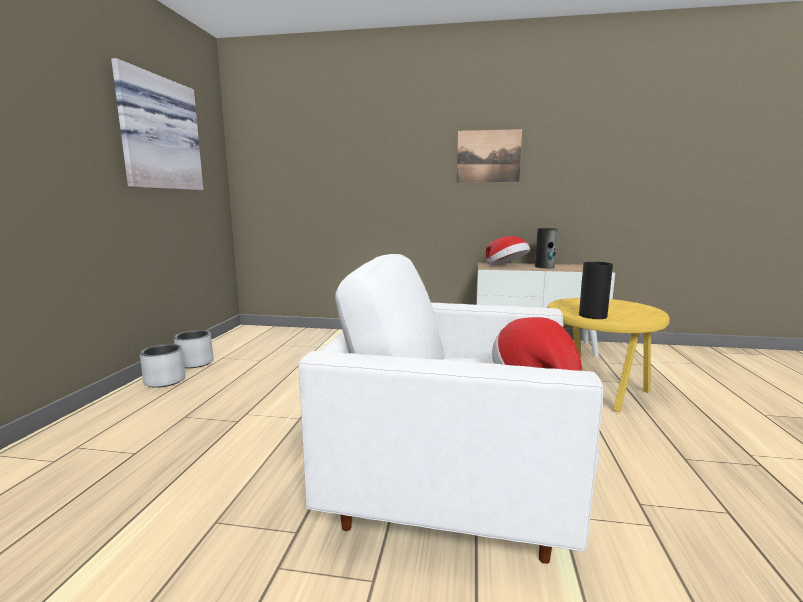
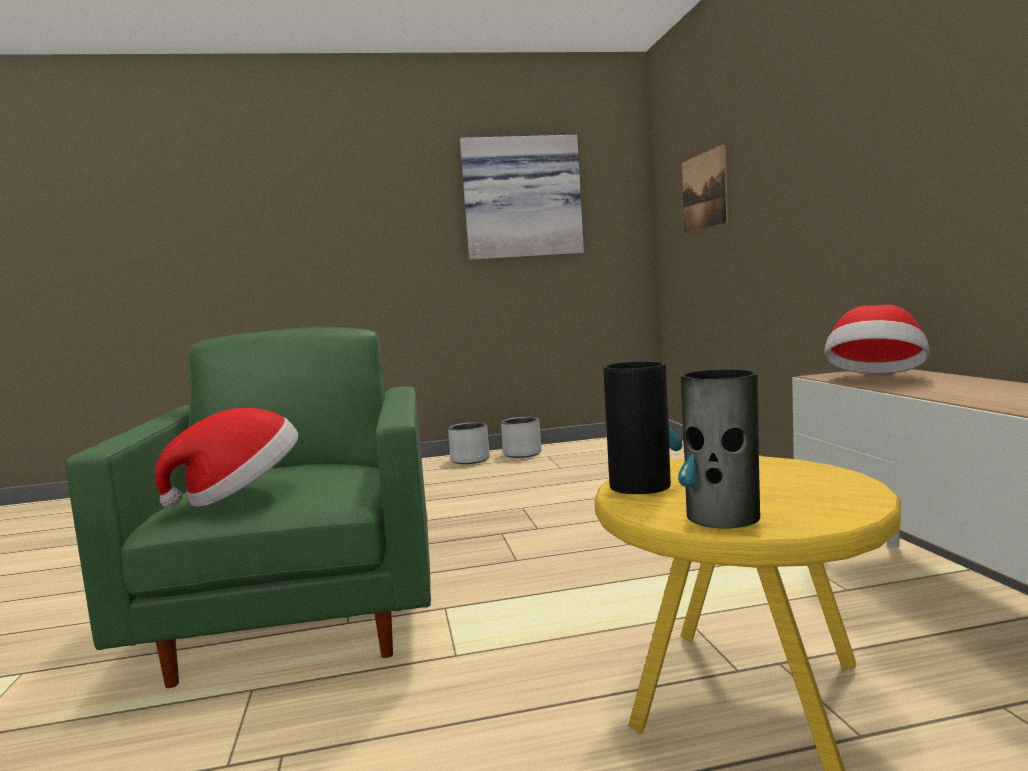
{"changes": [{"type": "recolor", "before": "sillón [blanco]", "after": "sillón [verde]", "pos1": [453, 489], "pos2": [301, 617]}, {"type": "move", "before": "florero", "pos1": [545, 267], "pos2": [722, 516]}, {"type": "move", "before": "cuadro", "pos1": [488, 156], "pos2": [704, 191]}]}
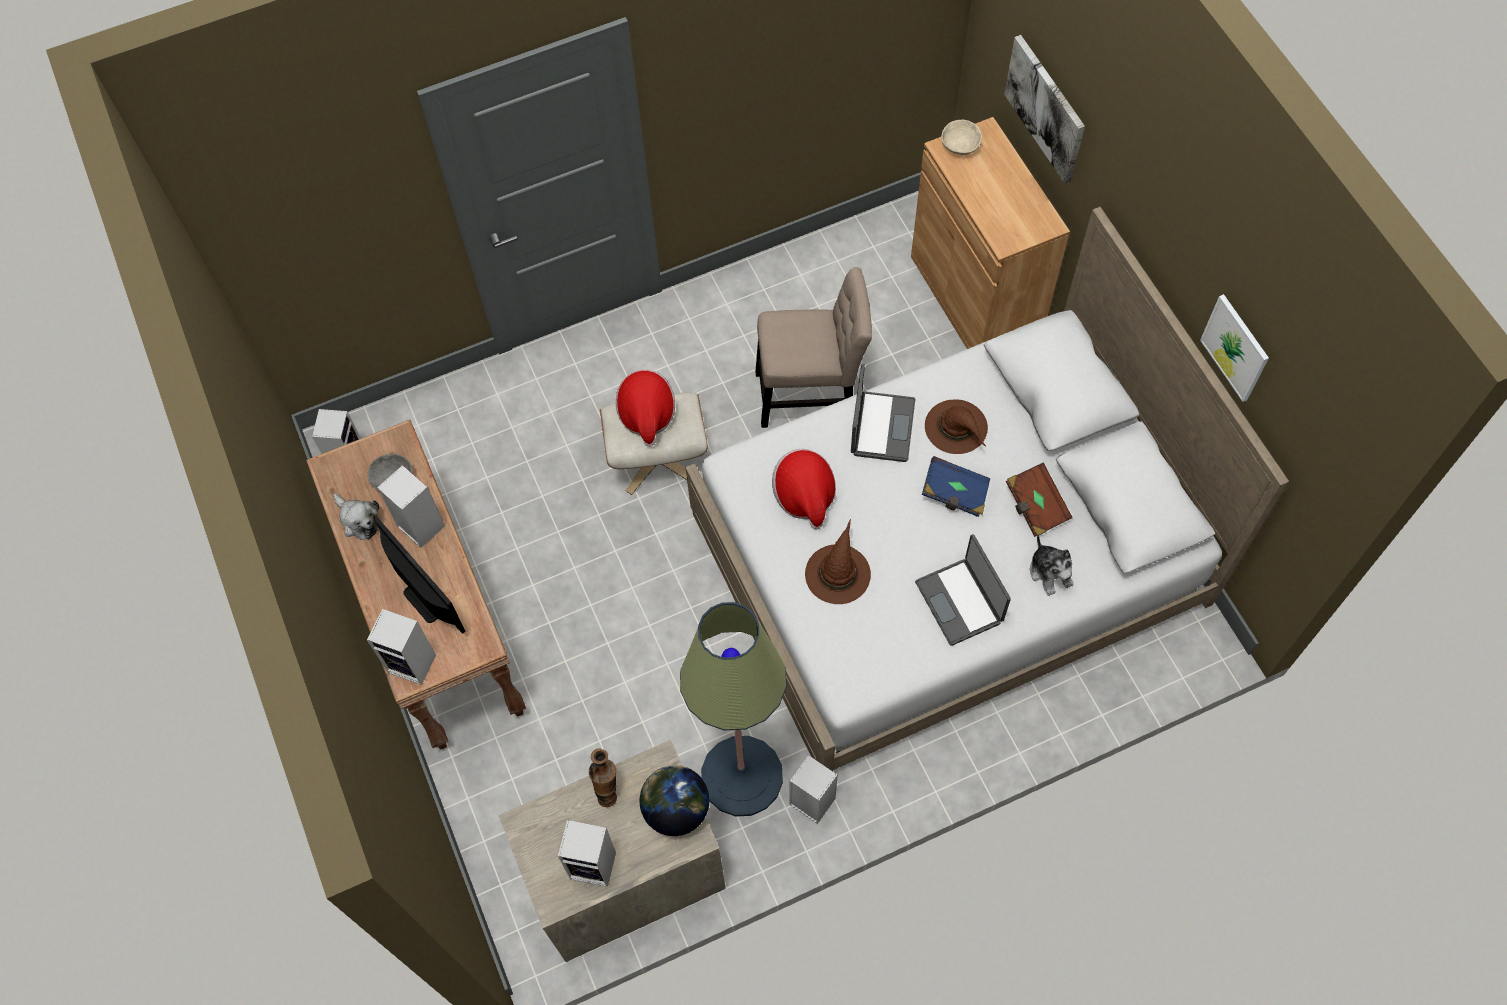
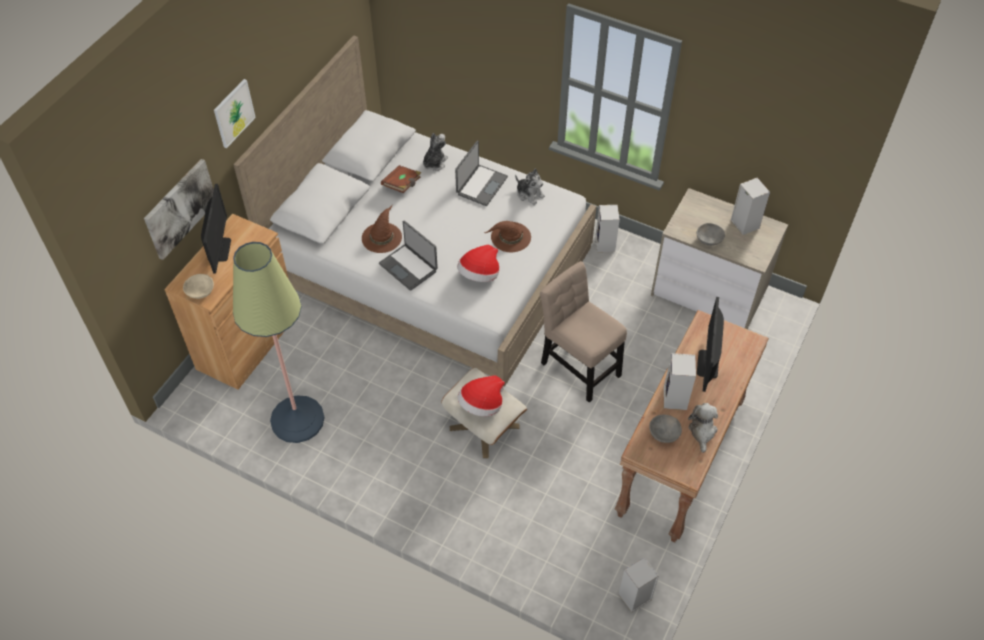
{"changes": [{"type": "insert", "after": "monitor", "pos2": [219, 249]}, {"type": "move", "before": "cuadro", "pos1": [1235, 347], "pos2": [233, 113]}, {"type": "move", "before": "lámpara de pie", "pos1": [742, 776], "pos2": [297, 419]}, {"type": "rotate", "before": "portátil", "pos1": [881, 427], "pos2": [409, 267], "turn": -105}, {"type": "insert", "after": "peluche", "pos2": [529, 194]}, {"type": "move", "before": "silla [beis]", "pos1": [811, 395], "pos2": [578, 366]}, {"type": "replace", "before": "florero", "after": "cuenco [gris]", "pos1": [608, 791], "pos2": [709, 240]}, {"type": "delete", "before": "altavoz", "pos1": [414, 663]}, {"type": "delete", "before": "globo terráqueo", "pos1": [676, 809]}, {"type": "delete", "before": "libro [azul]", "pos1": [954, 494]}]}
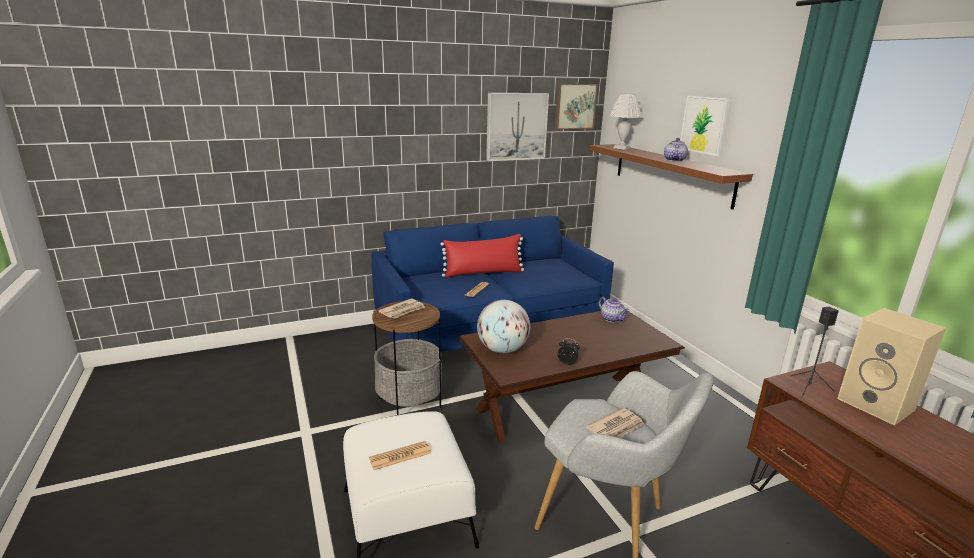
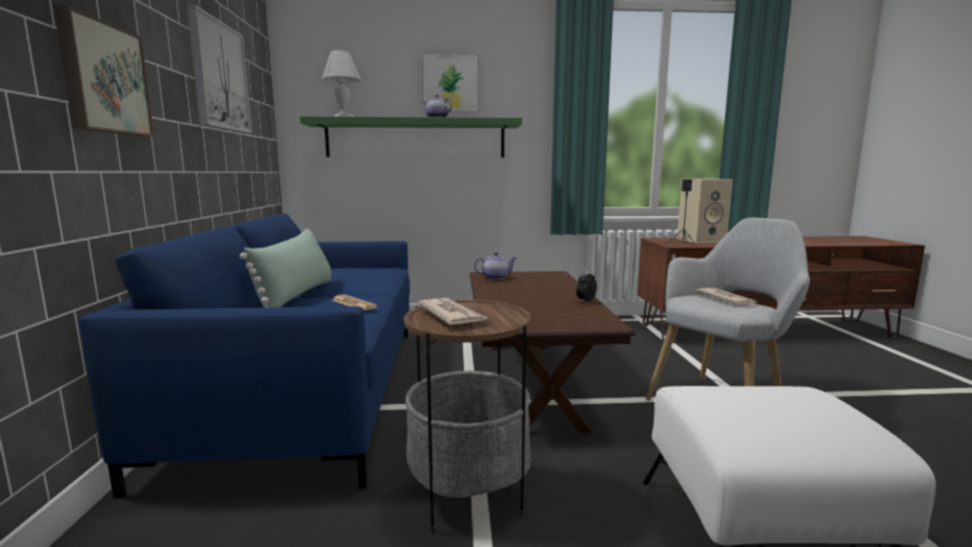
{"changes": [{"type": "move", "before": "cuadro", "pos1": [574, 106], "pos2": [103, 78]}, {"type": "recolor", "before": "cojín [rojo]", "after": "cojín [verde]", "pos1": [483, 273], "pos2": [296, 295]}, {"type": "recolor", "before": "estante [marrón]", "after": "estante [verde]", "pos1": [670, 173], "pos2": [415, 139]}, {"type": "delete", "before": "periódico", "pos1": [400, 456]}, {"type": "delete", "before": "globo terráqueo", "pos1": [502, 350]}]}
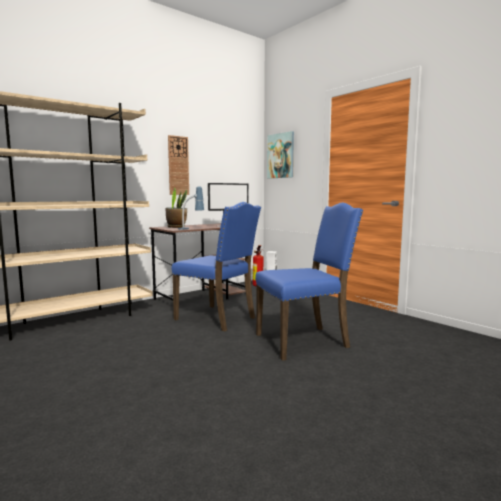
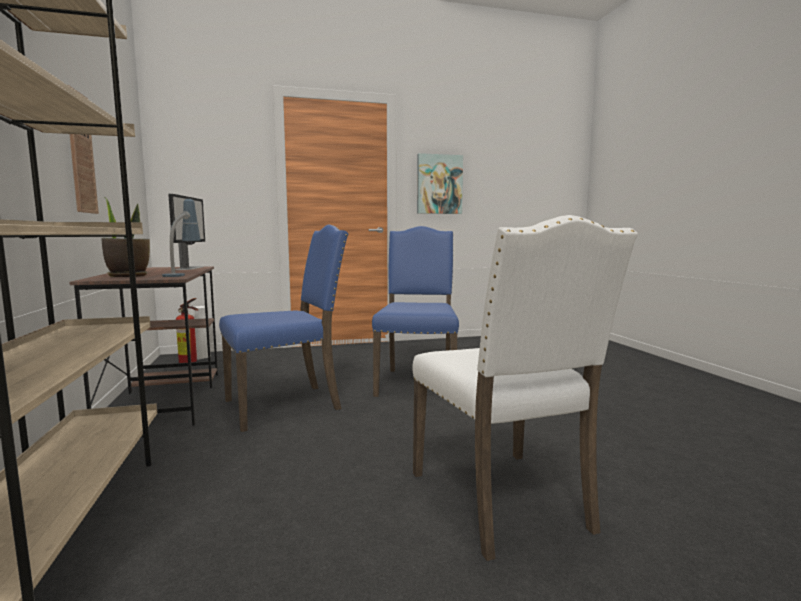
{"changes": [{"type": "insert", "after": "silla [blanco]", "pos2": [503, 501]}, {"type": "move", "before": "cuadro", "pos1": [281, 156], "pos2": [439, 184]}]}
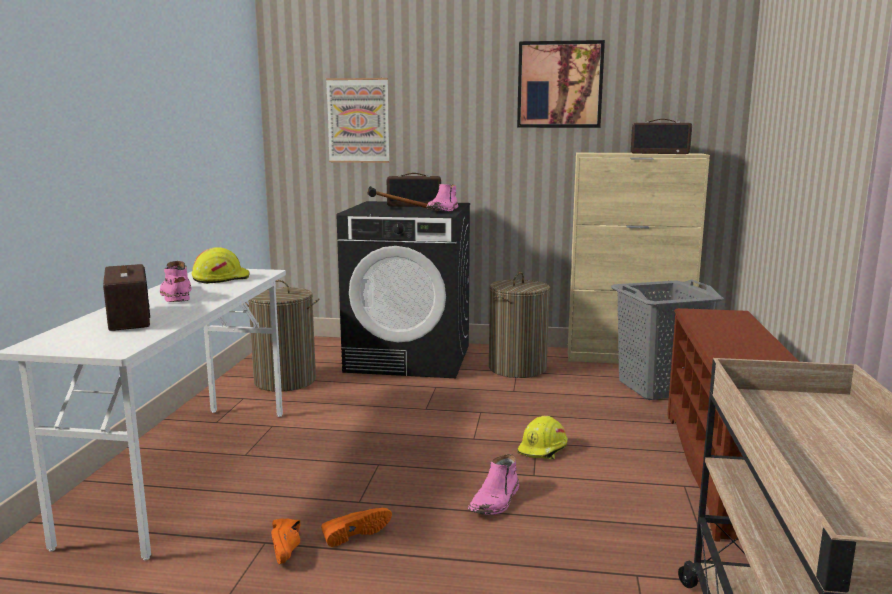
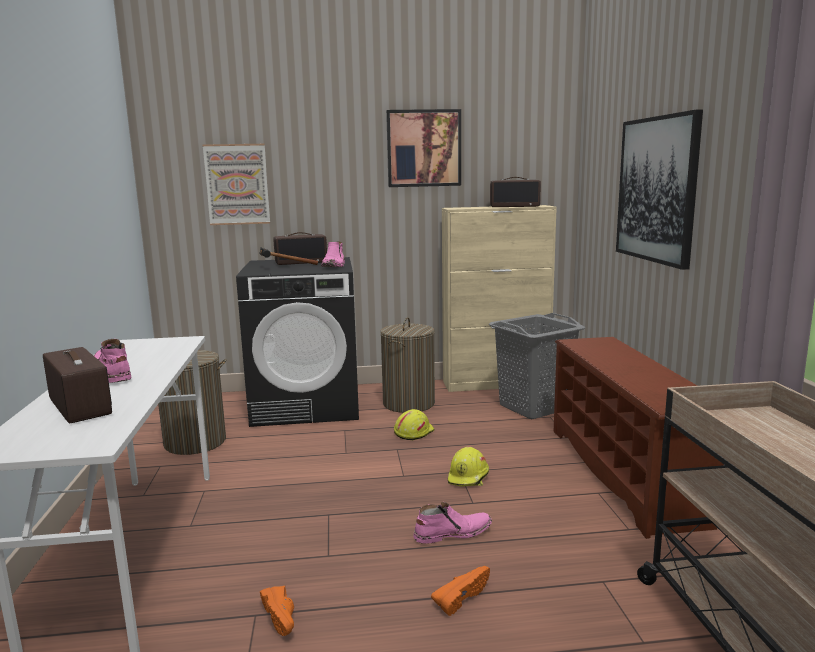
{"changes": [{"type": "move", "before": "casco [amarillo]", "pos1": [221, 278], "pos2": [413, 432]}, {"type": "rotate", "before": "bota [rosa]", "pos1": [495, 501], "pos2": [452, 533], "turn": -120}, {"type": "move", "before": "zapato [naranja]", "pos1": [354, 533], "pos2": [460, 596]}, {"type": "insert", "after": "cuadro", "pos2": [656, 189]}]}
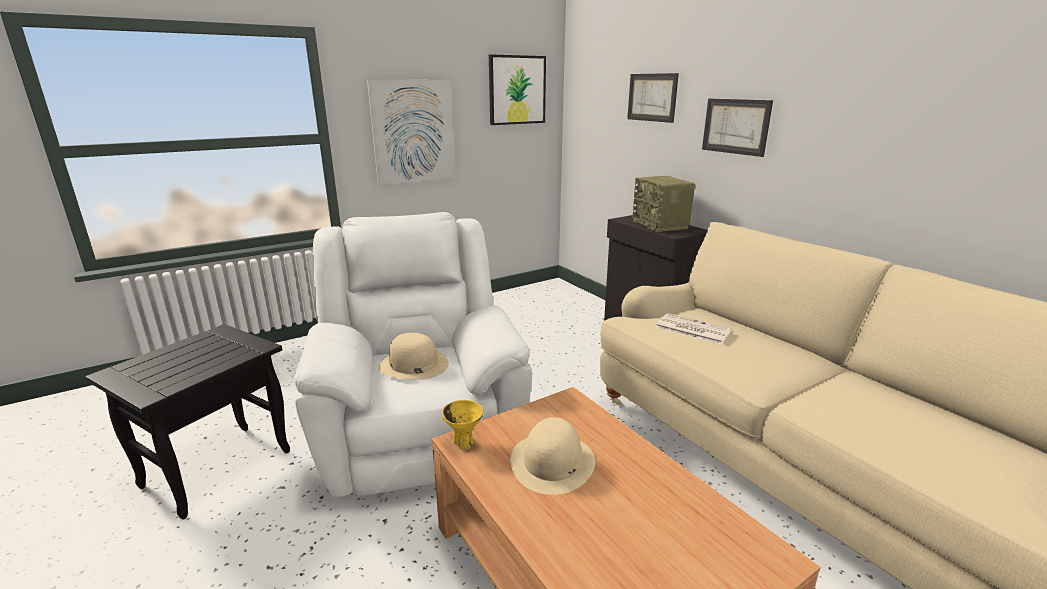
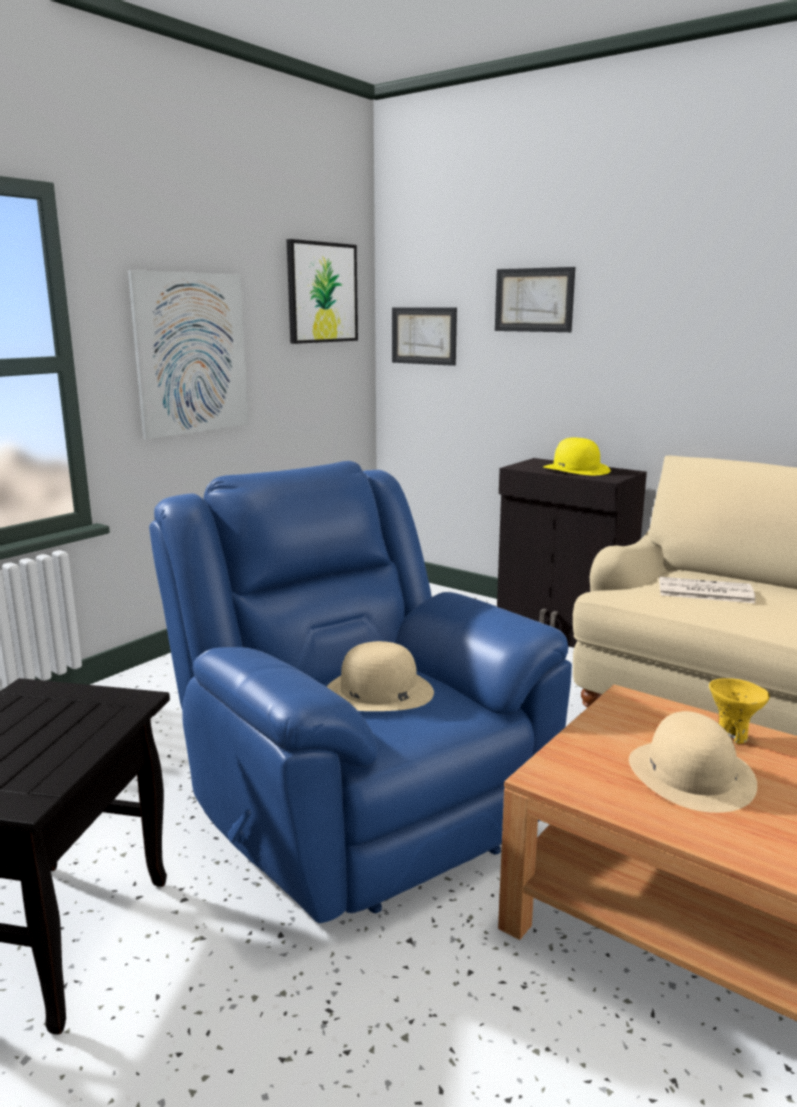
{"changes": [{"type": "recolor", "before": "sillón [blanco]", "after": "sillón [azul]", "pos1": [420, 432], "pos2": [357, 808]}, {"type": "move", "before": "cuadro", "pos1": [735, 126], "pos2": [424, 336]}, {"type": "replace", "before": "radio", "after": "sombrero [amarillo]", "pos1": [661, 225], "pos2": [576, 469]}, {"type": "move", "before": "cuenco [amarillo]", "pos1": [463, 443], "pos2": [731, 737]}]}
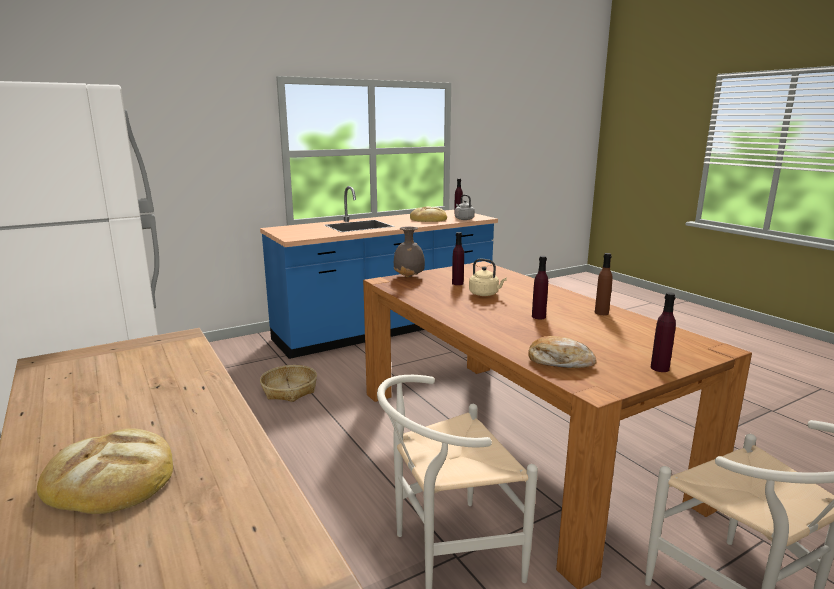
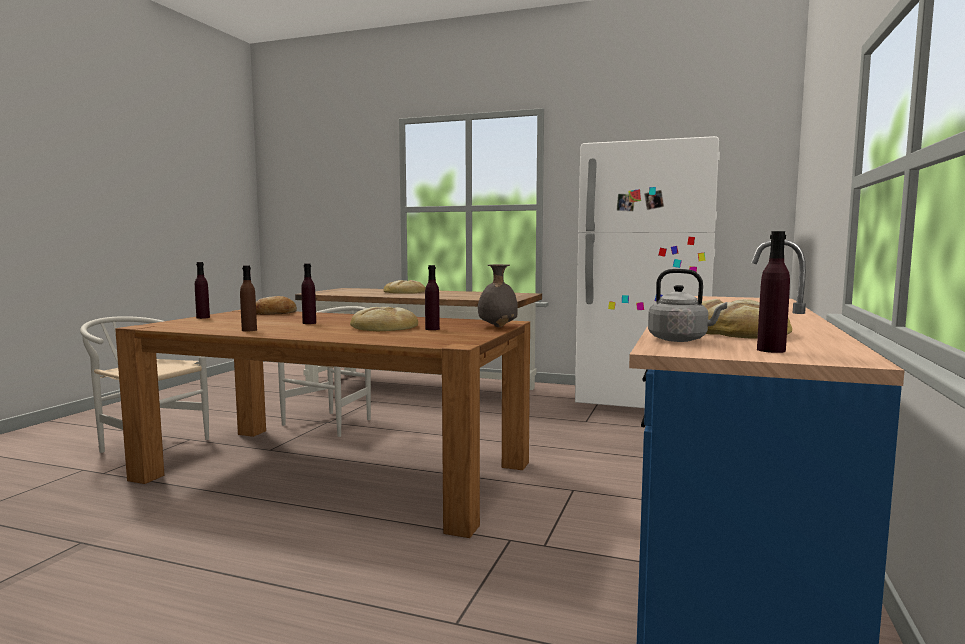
{"changes": [{"type": "replace", "before": "hervidor [beis]", "after": "pan", "pos1": [485, 294], "pos2": [384, 327]}, {"type": "delete", "before": "cesta", "pos1": [289, 390]}]}
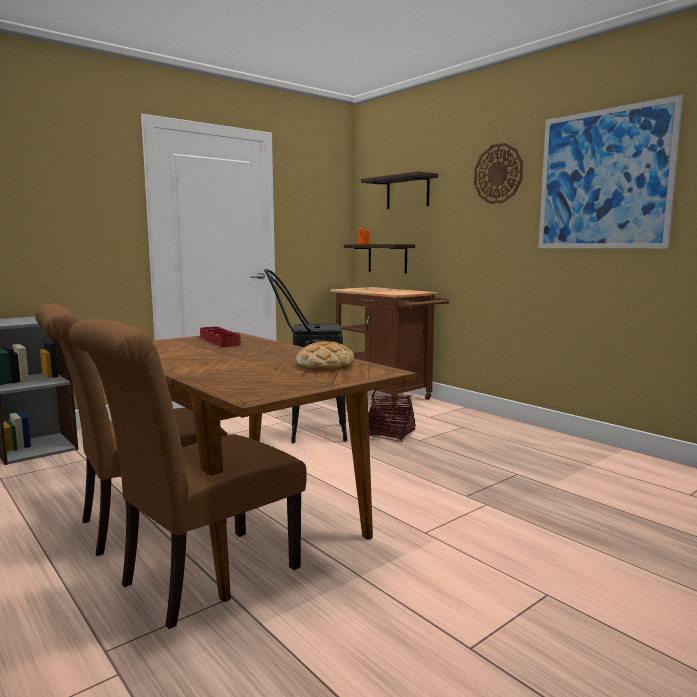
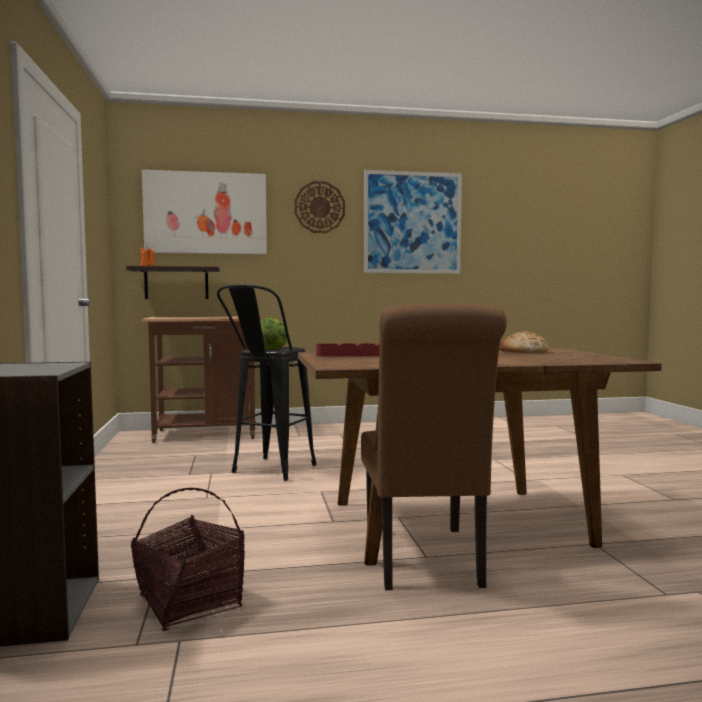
{"changes": [{"type": "move", "before": "cesta", "pos1": [390, 434], "pos2": [189, 603]}, {"type": "replace", "before": "estante", "after": "cuadro", "pos1": [407, 192], "pos2": [206, 213]}, {"type": "insert", "after": "lechuga", "pos2": [272, 349]}, {"type": "delete", "before": "silla [marrón]", "pos1": [201, 579]}]}
